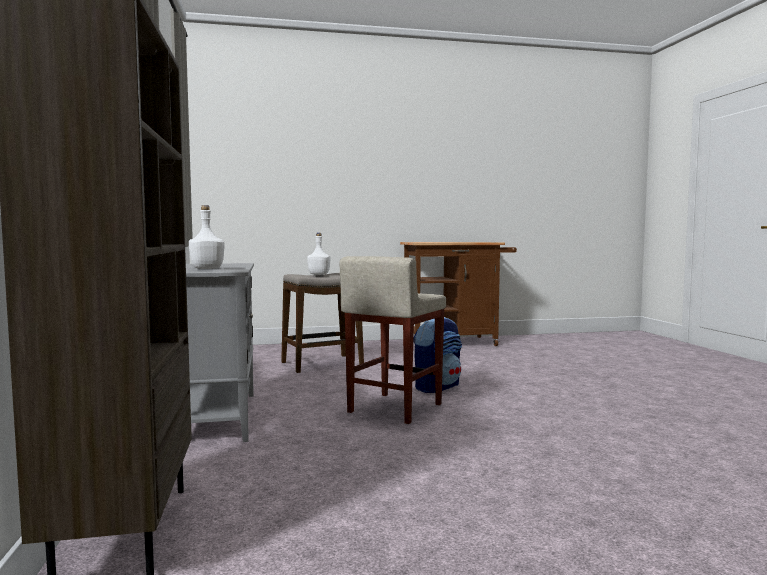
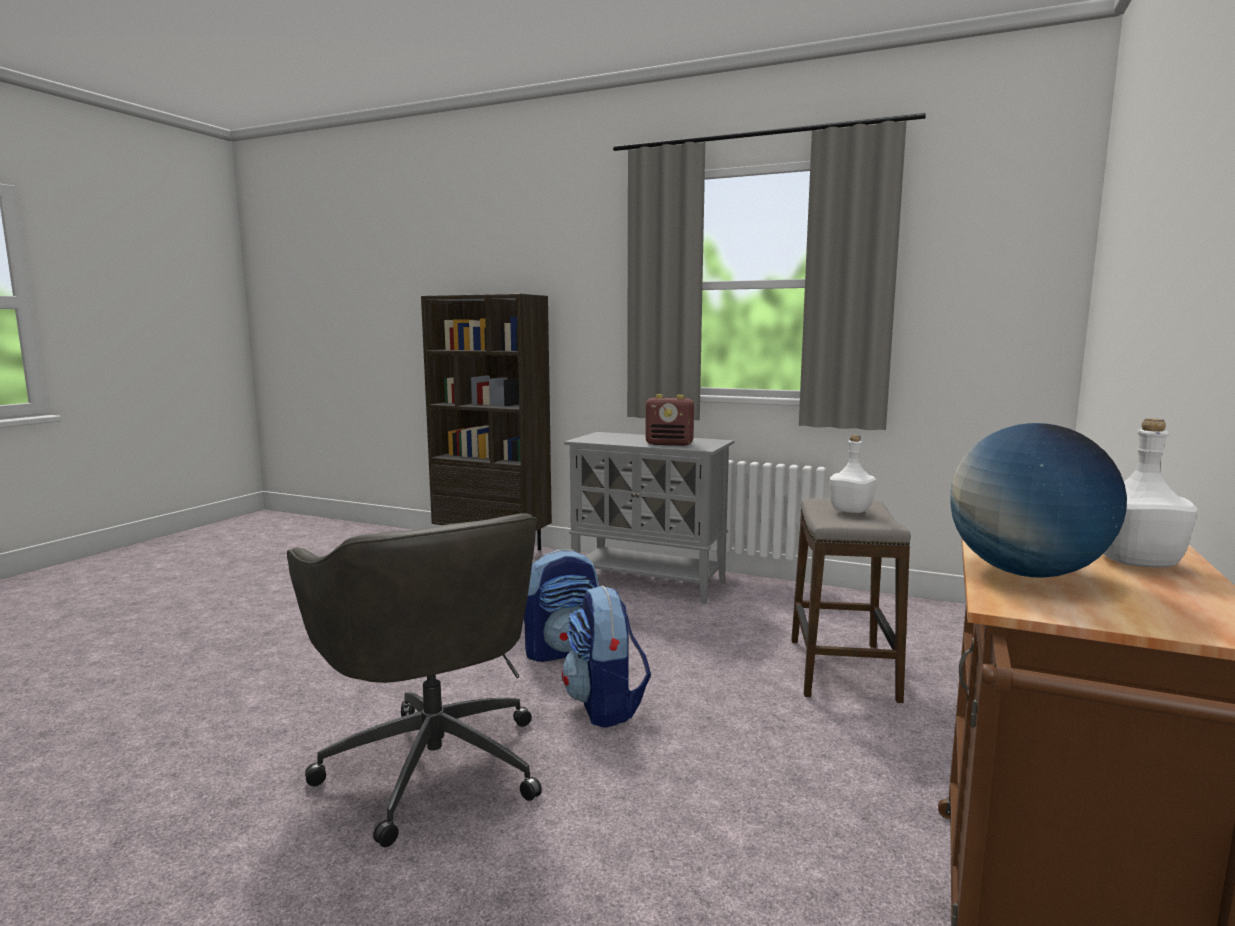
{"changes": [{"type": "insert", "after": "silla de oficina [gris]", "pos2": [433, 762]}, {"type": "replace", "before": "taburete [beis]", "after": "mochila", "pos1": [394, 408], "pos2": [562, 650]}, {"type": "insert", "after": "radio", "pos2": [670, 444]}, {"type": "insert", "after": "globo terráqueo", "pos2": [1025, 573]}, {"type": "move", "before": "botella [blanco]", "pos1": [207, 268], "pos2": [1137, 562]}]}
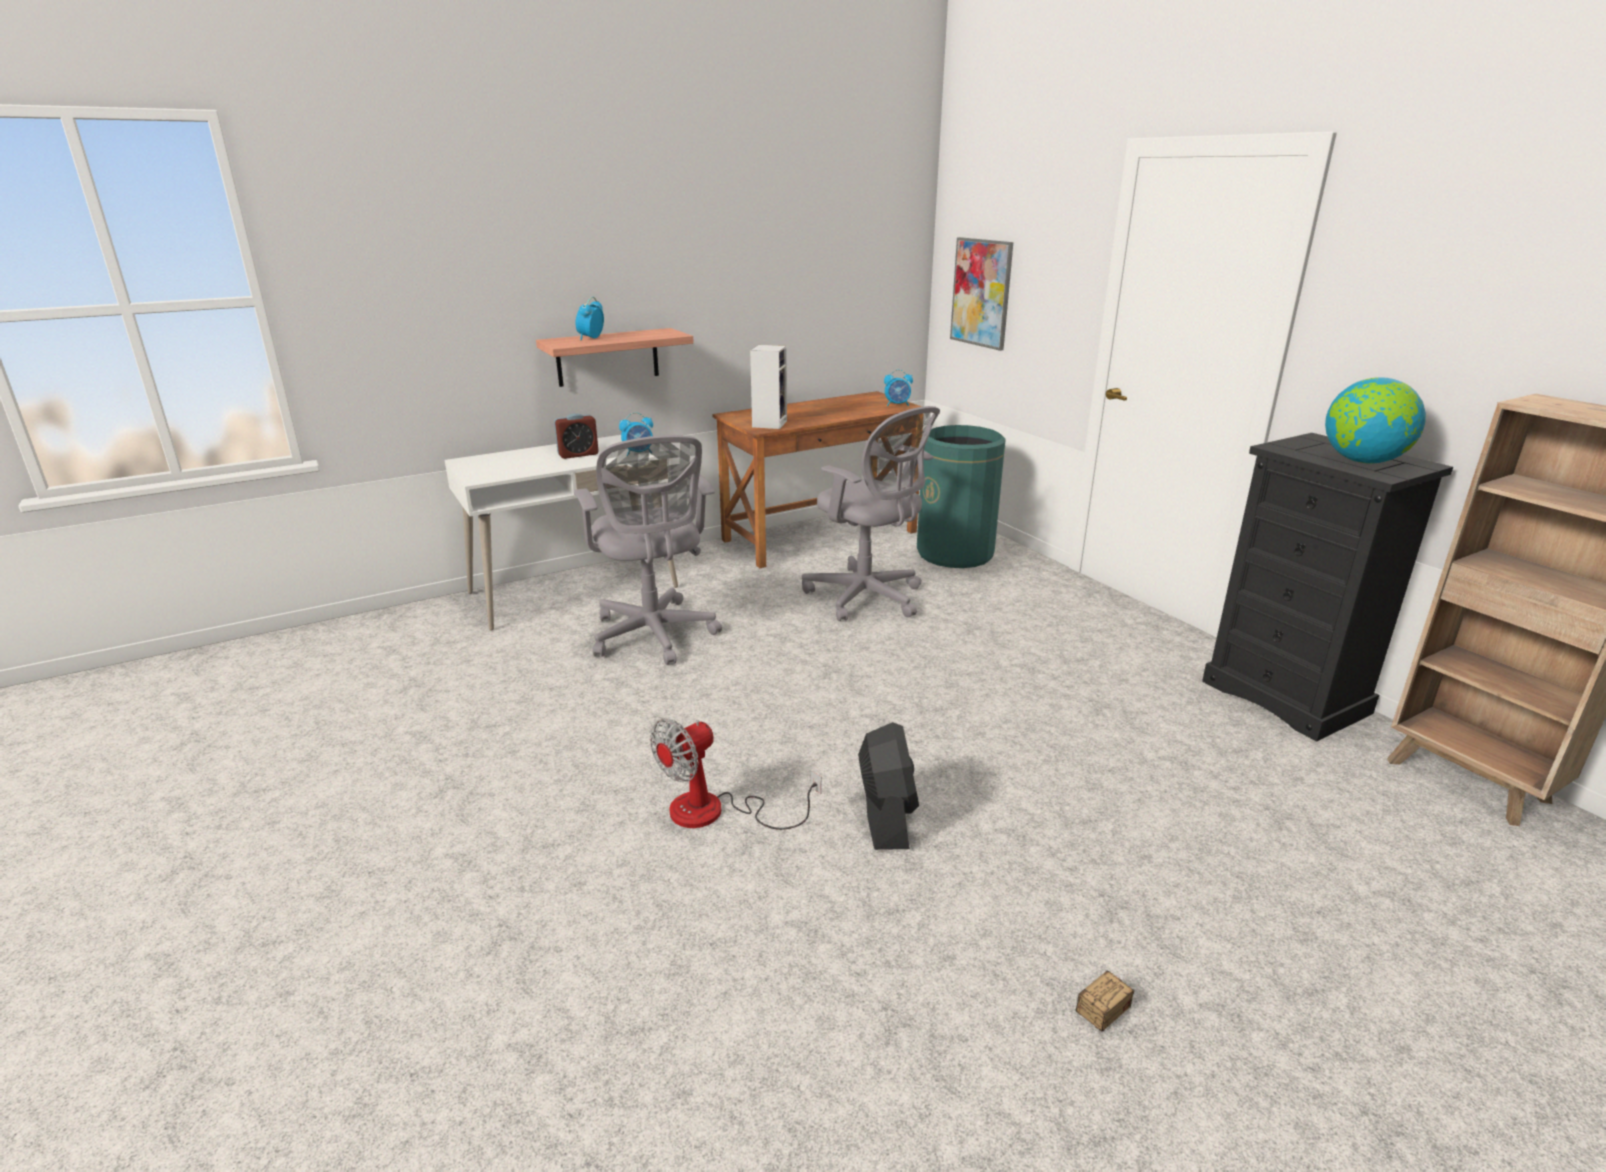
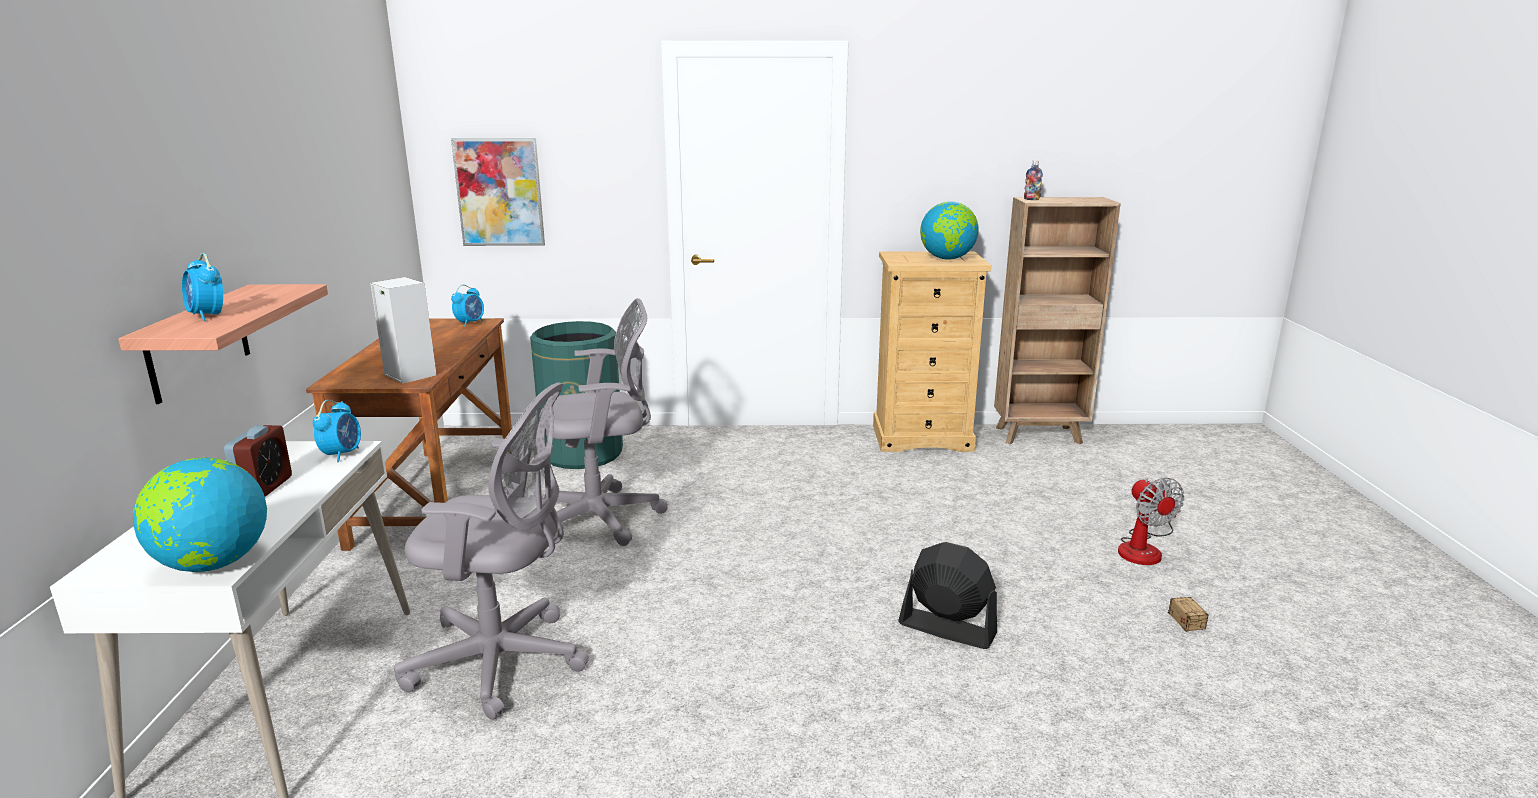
{"changes": [{"type": "insert", "after": "globo terráqueo", "pos2": [213, 564]}, {"type": "recolor", "before": "cómoda [negro]", "after": "cómoda [beis]", "pos1": [1286, 697], "pos2": [922, 438]}, {"type": "insert", "after": "botella", "pos2": [1031, 199]}, {"type": "move", "before": "ventilador", "pos1": [715, 812], "pos2": [1144, 548]}]}
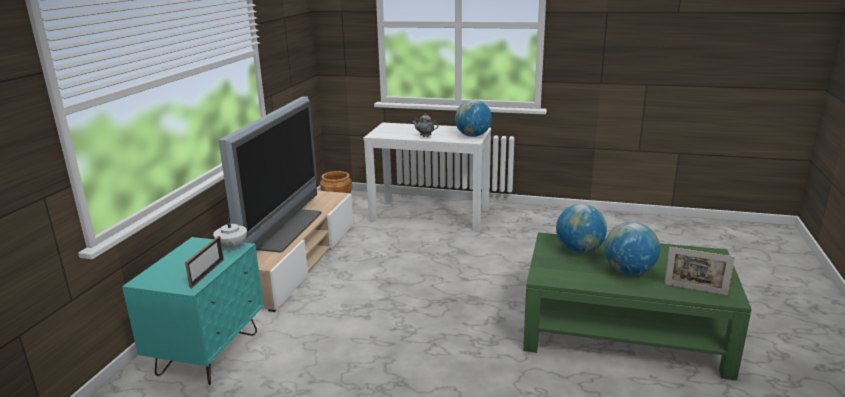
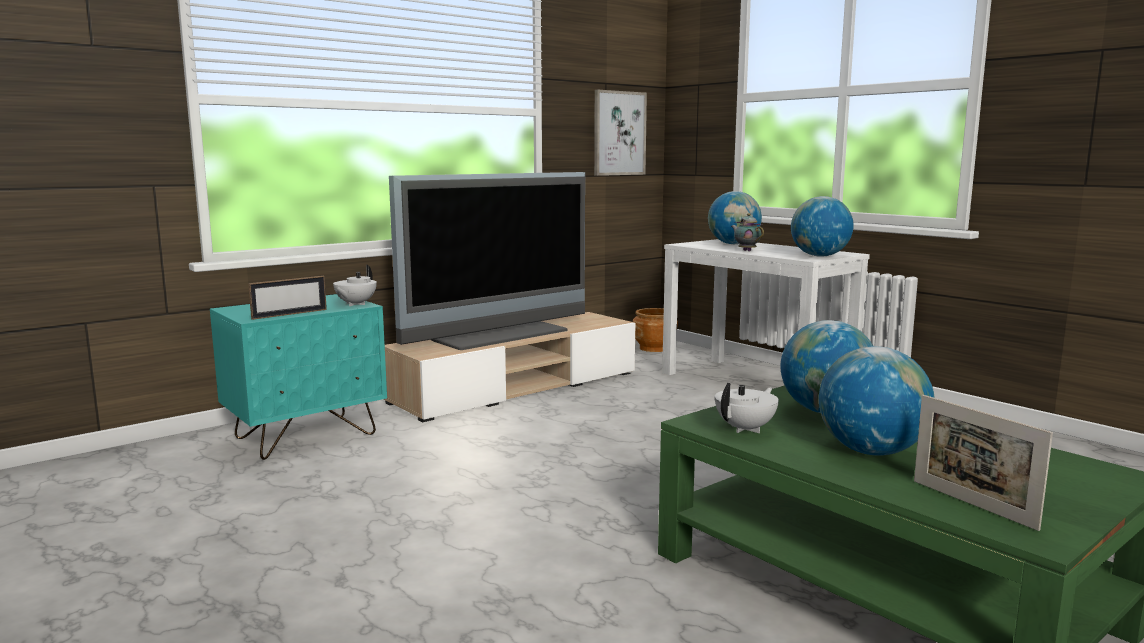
{"changes": [{"type": "insert", "after": "cuadro", "pos2": [619, 133]}, {"type": "insert", "after": "globo terráqueo", "pos2": [733, 244]}, {"type": "insert", "after": "tetera [blanco]", "pos2": [746, 429]}]}
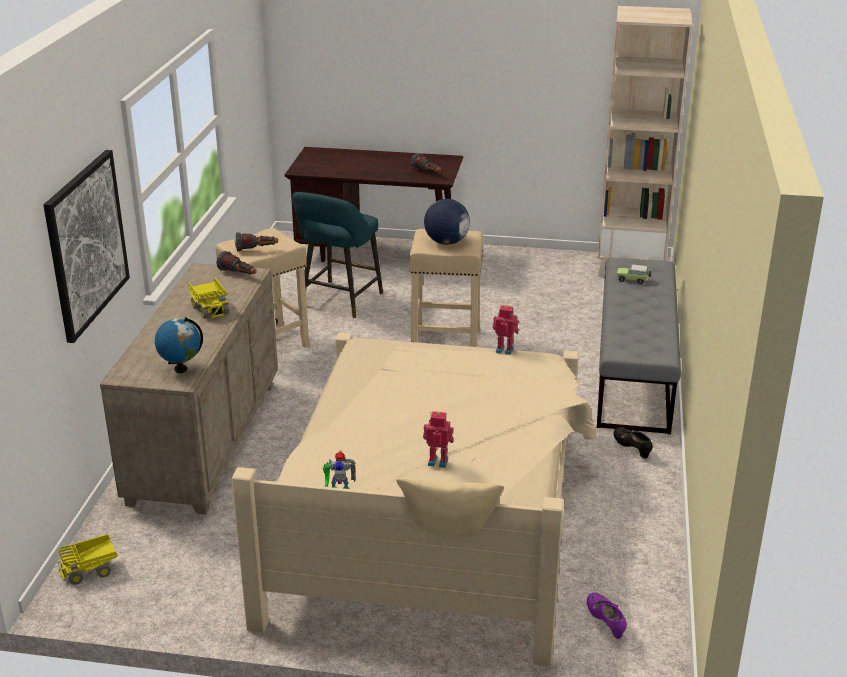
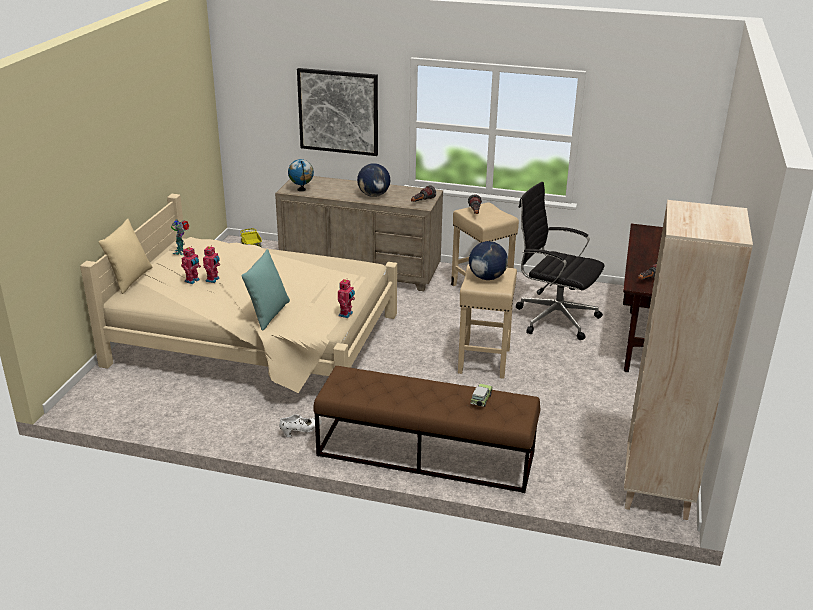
{"changes": [{"type": "insert", "after": "robot de juguete", "pos2": [192, 281]}, {"type": "insert", "after": "cojín [turquesa]", "pos2": [268, 314]}, {"type": "recolor", "before": "zapato [negro]", "after": "zapato [blanco]", "pos1": [632, 449], "pos2": [301, 431]}, {"type": "recolor", "before": "banco [gris]", "after": "banco [marrón]", "pos1": [634, 370], "pos2": [425, 454]}, {"type": "replace", "before": "camión de juguete", "after": "globo terráqueo", "pos1": [210, 309], "pos2": [374, 195]}, {"type": "replace", "before": "taburete [turquesa]", "after": "silla de oficina [negro]", "pos1": [339, 302], "pos2": [554, 318]}, {"type": "delete", "before": "zapato [morado]", "pos1": [605, 623]}]}
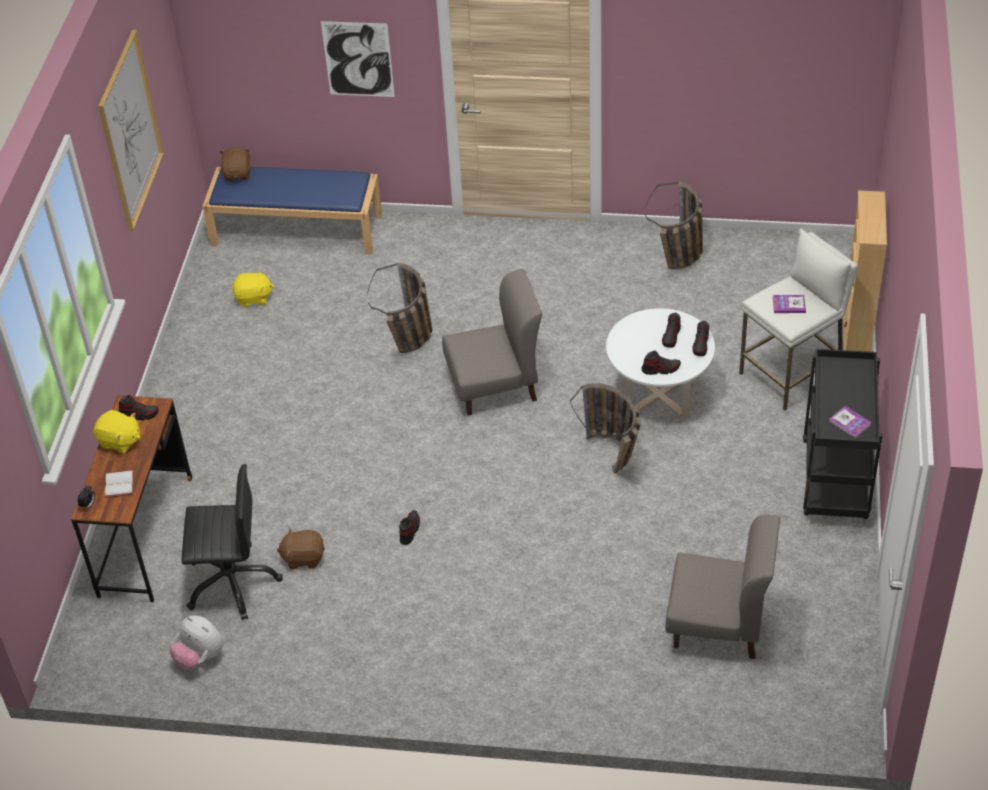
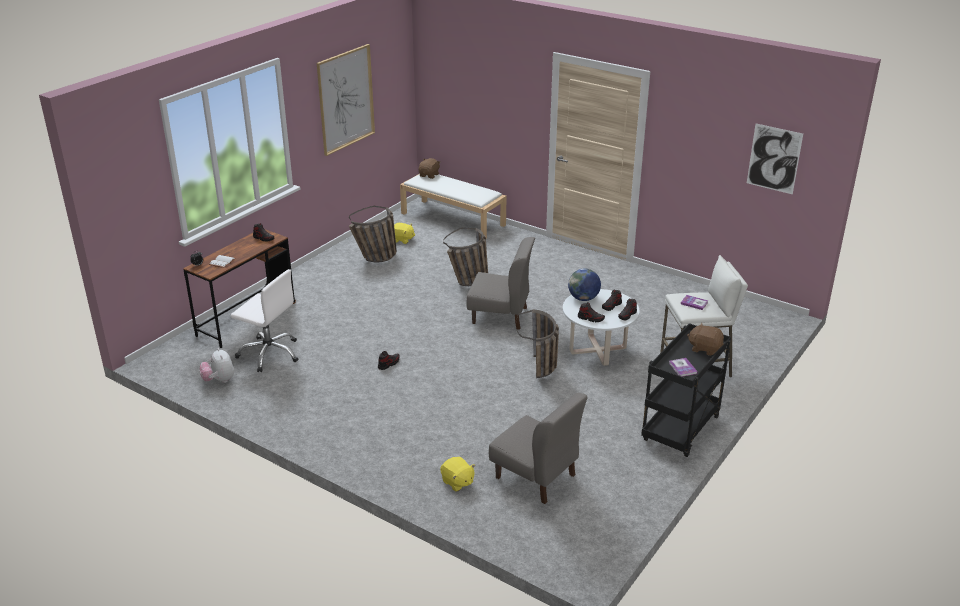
{"changes": [{"type": "recolor", "before": "silla de oficina [negro]", "after": "silla de oficina [blanco]", "pos1": [232, 582], "pos2": [269, 353]}, {"type": "move", "before": "cesta", "pos1": [679, 261], "pos2": [376, 259]}, {"type": "recolor", "before": "banco [azul]", "after": "banco [blanco]", "pos1": [298, 229], "pos2": [453, 219]}, {"type": "move", "before": "peluche [amarillo]", "pos1": [120, 441], "pos2": [457, 482]}, {"type": "insert", "after": "globo terráqueo", "pos2": [583, 298]}, {"type": "move", "before": "peluche [marrón]", "pos1": [303, 557], "pos2": [705, 348]}, {"type": "move", "before": "cuadro", "pos1": [358, 59], "pos2": [774, 159]}, {"type": "delete", "before": "estantería [beis]", "pos1": [856, 331]}]}
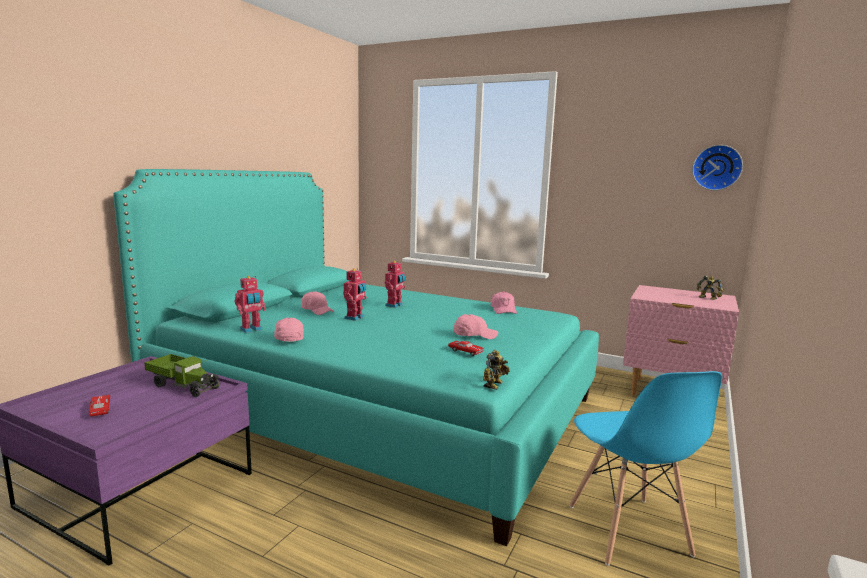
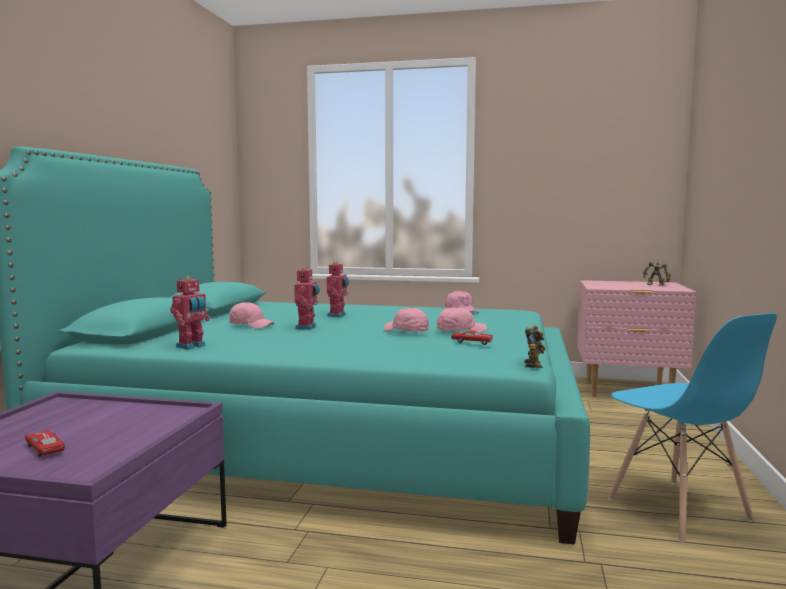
{"changes": [{"type": "move", "before": "gorra [rosa]", "pos1": [288, 338], "pos2": [406, 331]}, {"type": "delete", "before": "camión de juguete", "pos1": [184, 385]}, {"type": "delete", "before": "reloj de pared", "pos1": [717, 167]}]}
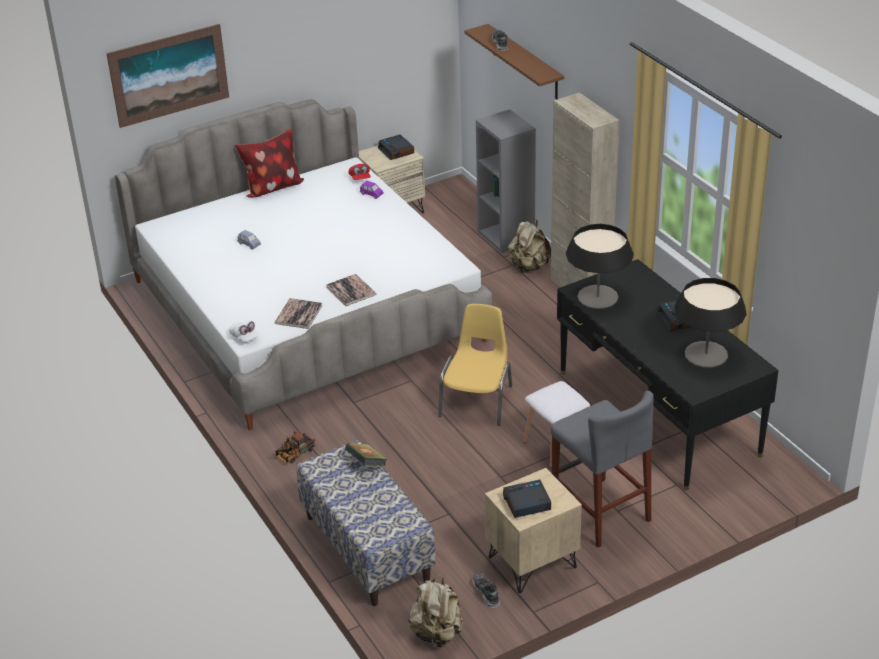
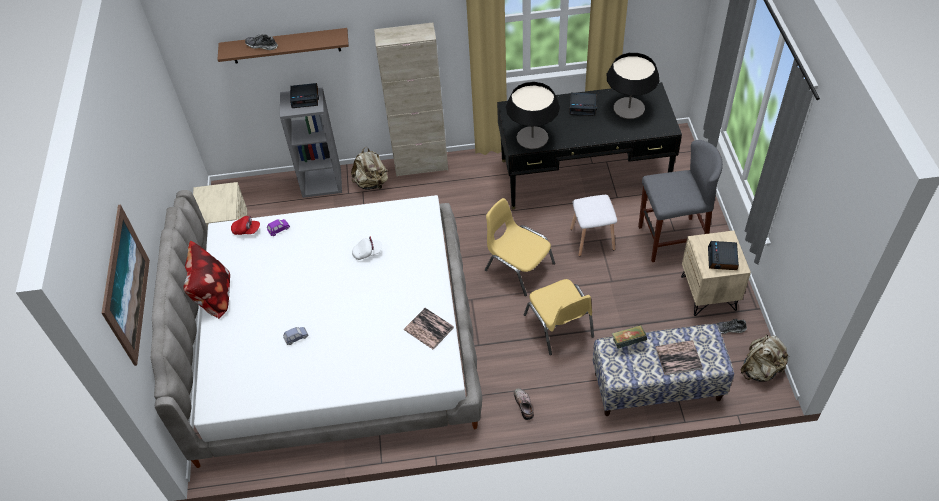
{"changes": [{"type": "move", "before": "despertador", "pos1": [396, 151], "pos2": [305, 98]}, {"type": "move", "before": "gorra [blanco]", "pos1": [245, 337], "pos2": [367, 252]}, {"type": "replace", "before": "camión de juguete", "after": "zapato", "pos1": [293, 455], "pos2": [525, 405]}, {"type": "insert", "after": "silla [amarillo]", "pos2": [559, 326]}, {"type": "move", "before": "libro", "pos1": [351, 291], "pos2": [678, 358]}]}
